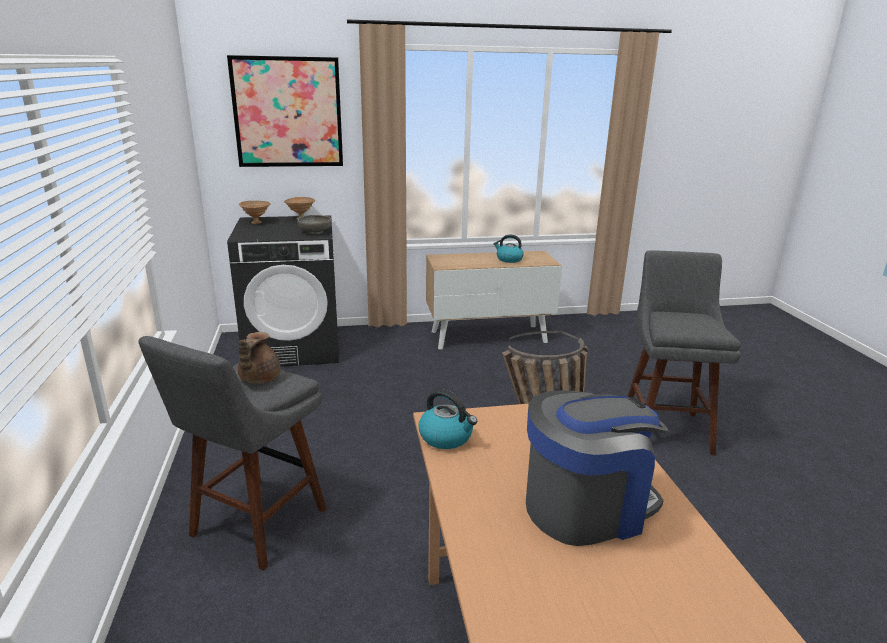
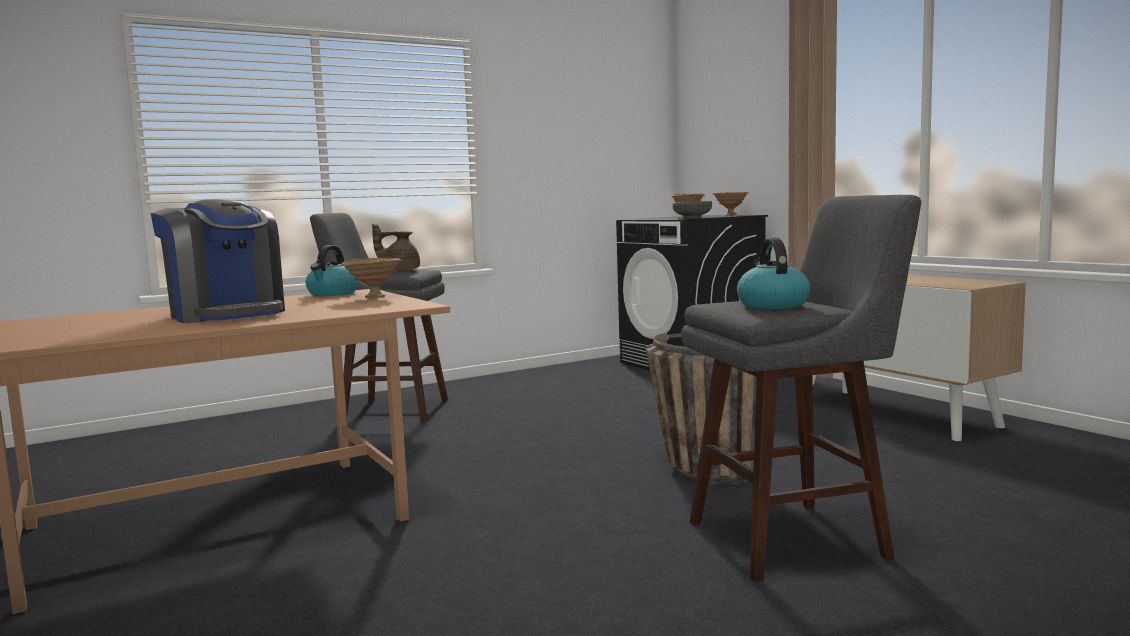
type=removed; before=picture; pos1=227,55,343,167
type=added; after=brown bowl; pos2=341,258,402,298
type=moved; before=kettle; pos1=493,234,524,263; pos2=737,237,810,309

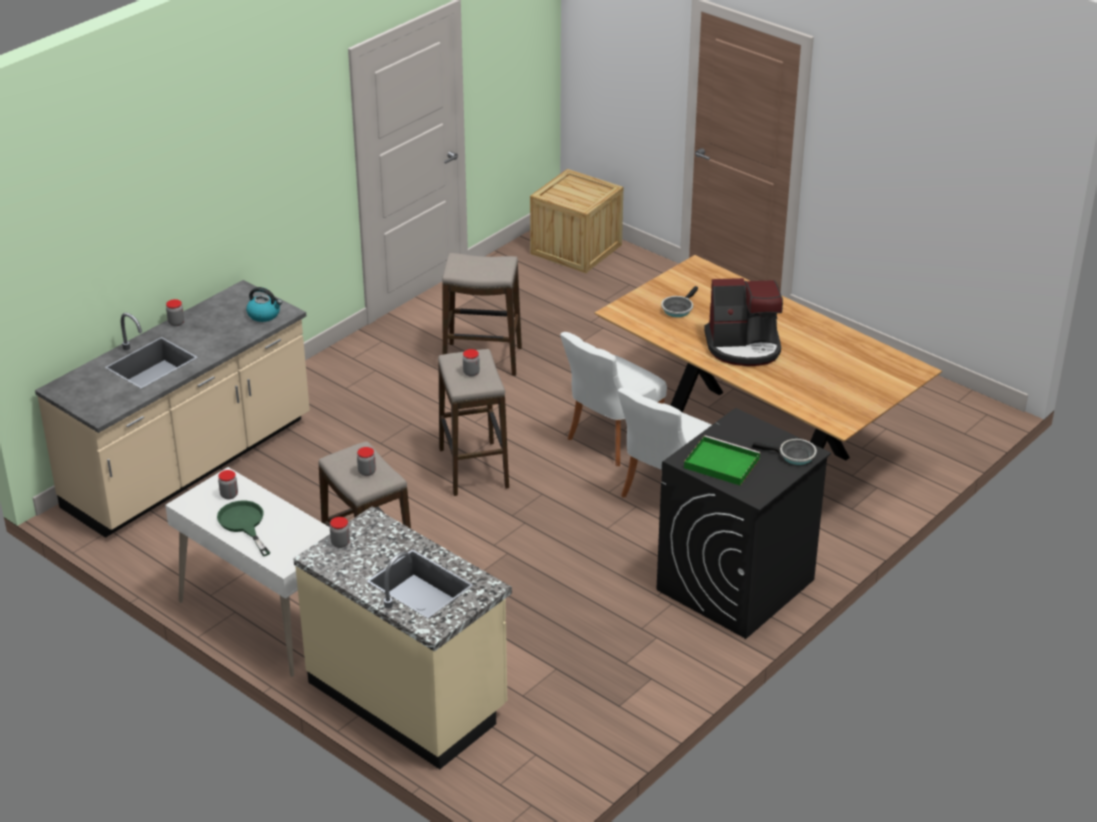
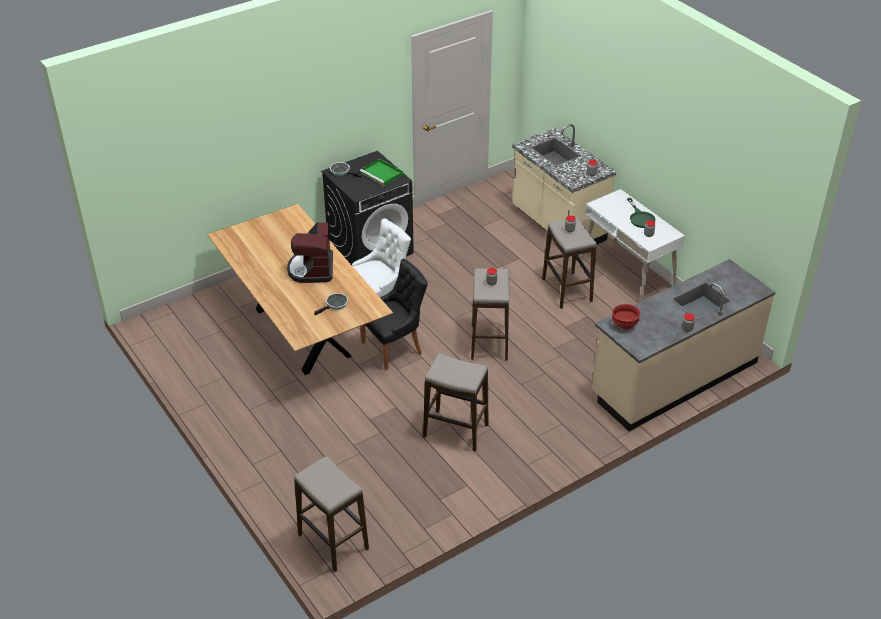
type=replaced; before=kettle; after=red bowl; pos1=246,287,282,322; pos2=612,304,640,330
type=replaced; before=crate; after=stool; pos1=530,169,623,273; pos2=294,456,369,572
type=recoloured; before=white chair; after=black chair; pos1=560,332,667,466; pos2=360,259,428,370
type=turned; before=coffee machine; pos1=704,278,783,366; pos2=287,222,333,283; turn=-105

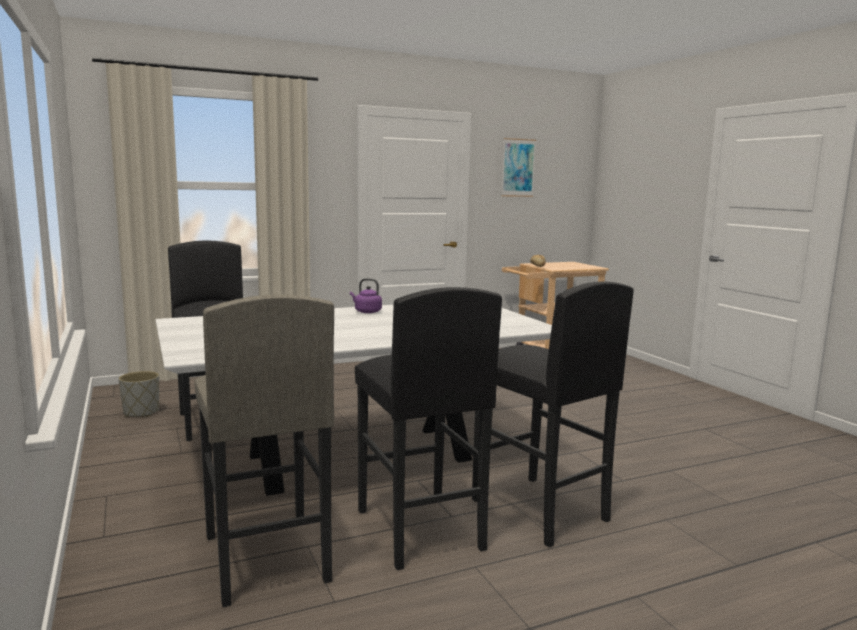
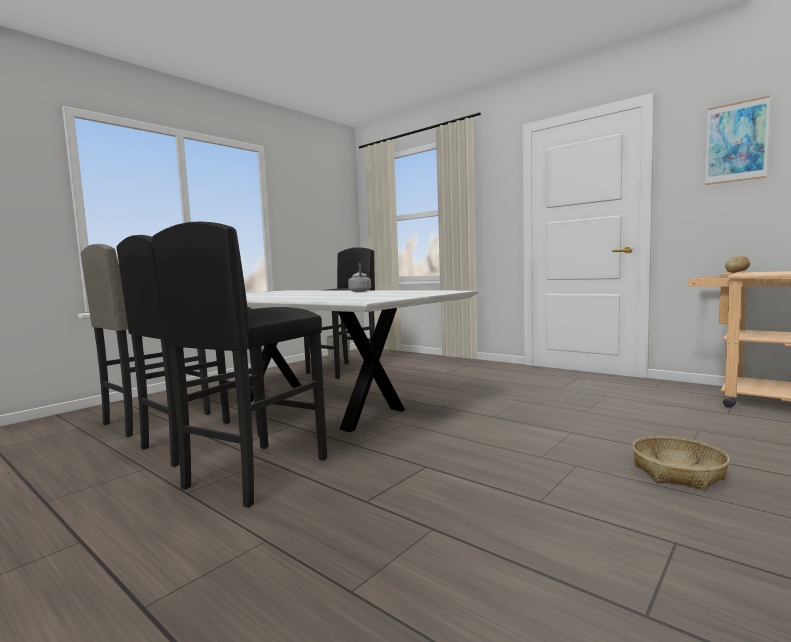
type=added; after=basket; pos2=632,436,730,490
type=recoloured; before=purple kettle; after=grey kettle; pos1=350,278,382,313; pos2=348,263,371,292

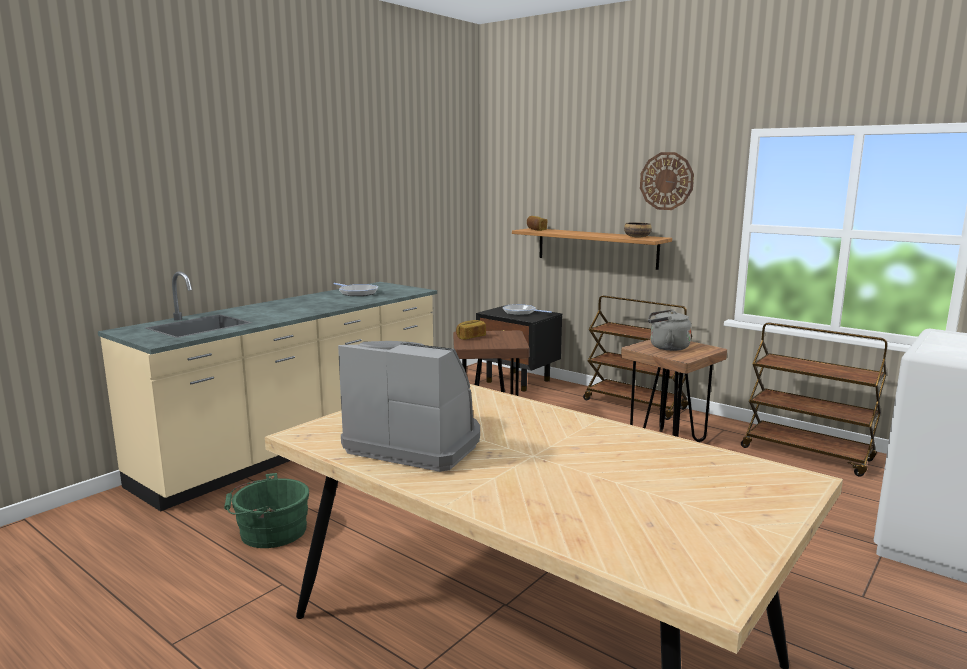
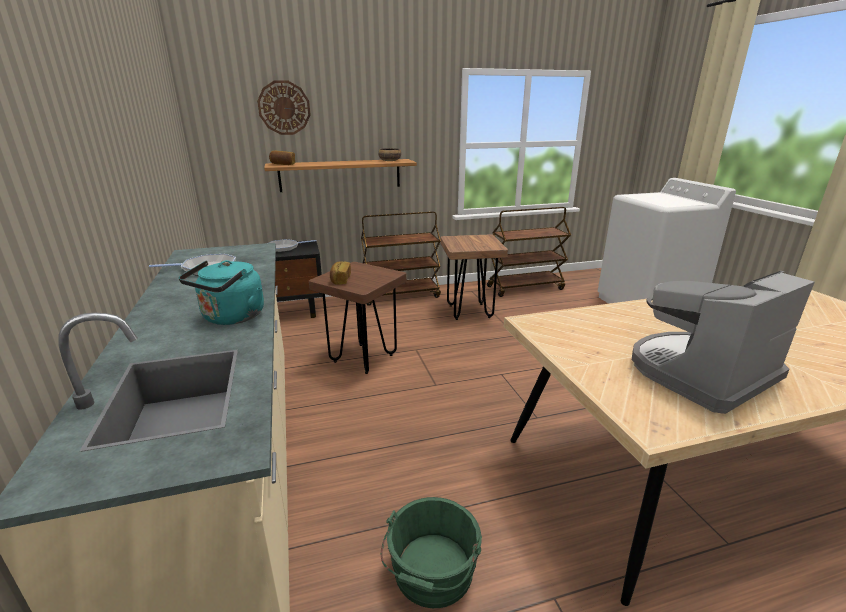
type=removed; before=grey kettle; pos1=648,309,692,351
type=added; after=turquoise kettle; pos2=179,260,264,325
type=moved; before=wall clock; pos1=640,152,694,210; pos2=257,80,311,135

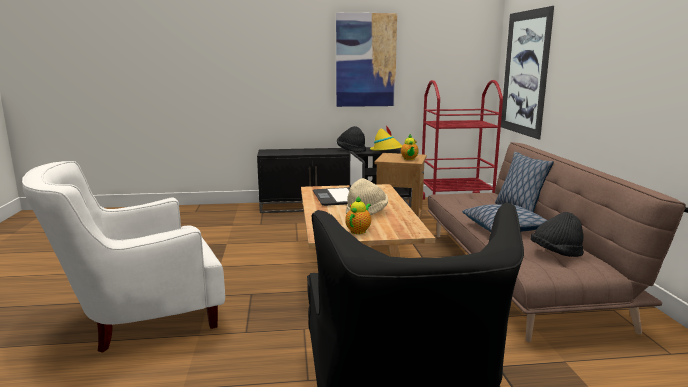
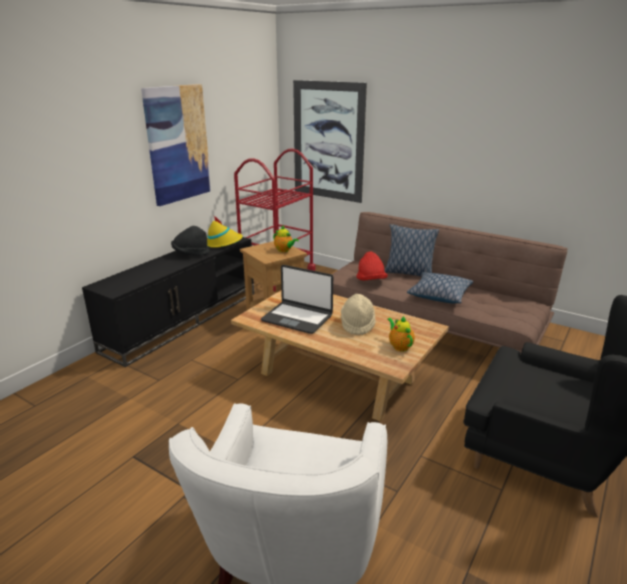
type=removed; before=black hat; pos1=530,212,584,257
type=added; after=red hat; pos2=356,252,388,280

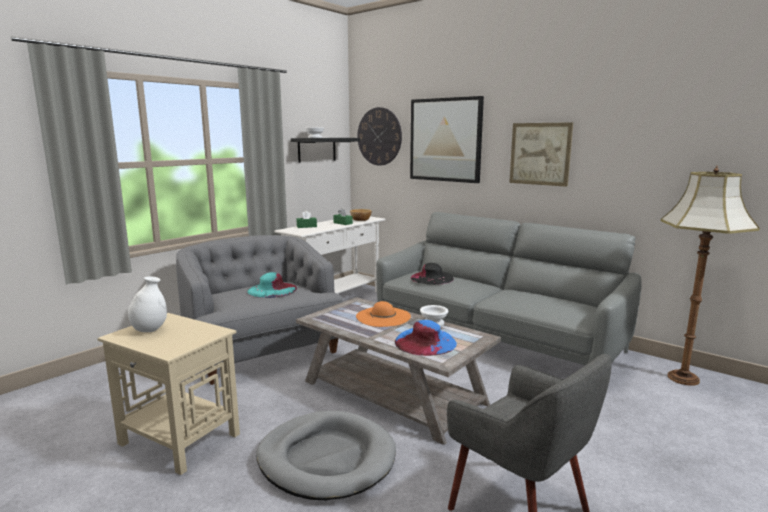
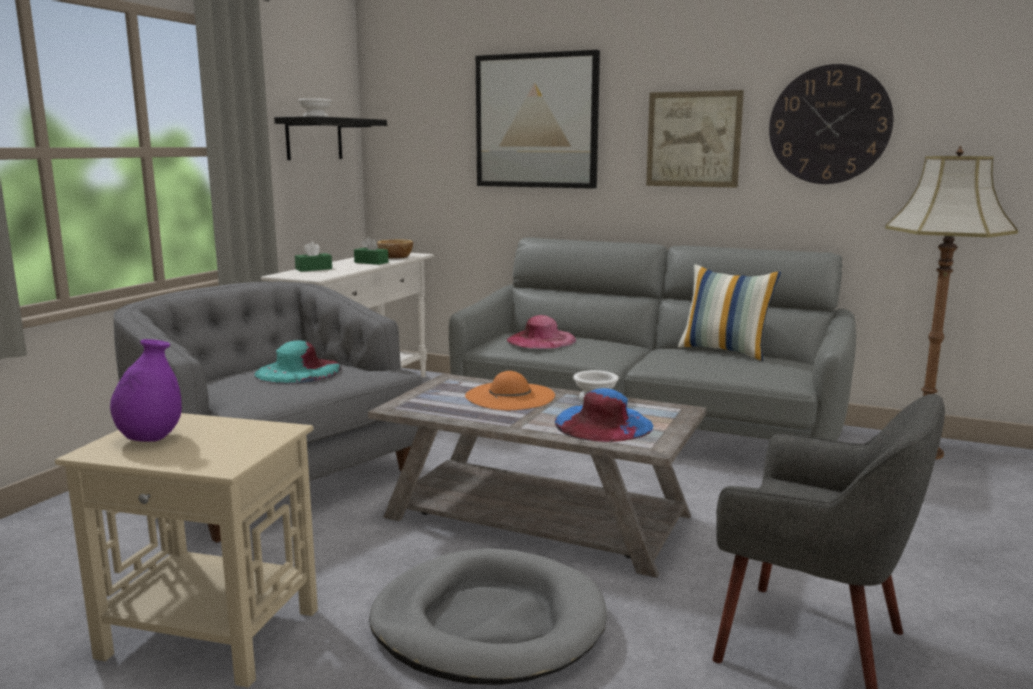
type=added; after=pillow; pos2=678,264,781,361
type=moved; before=wall clock; pos1=357,107,402,166; pos2=769,64,893,184
type=recoloured; before=white vase; after=purple vase; pos1=128,277,167,332; pos2=110,339,182,442
type=recoloured; before=black hat; after=pink hat; pos1=411,263,454,285; pos2=507,315,576,349

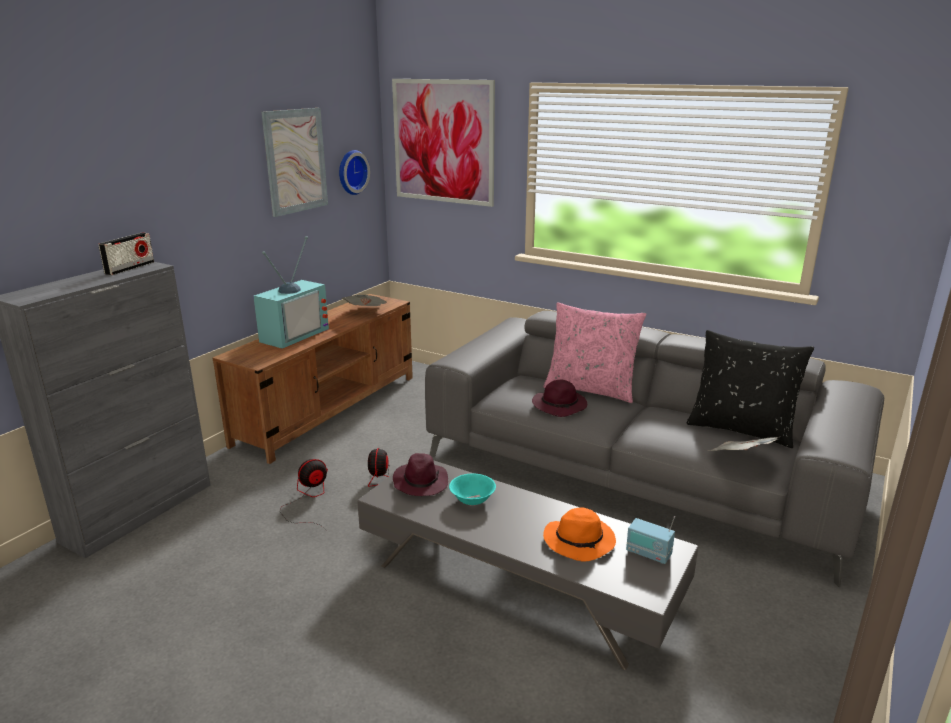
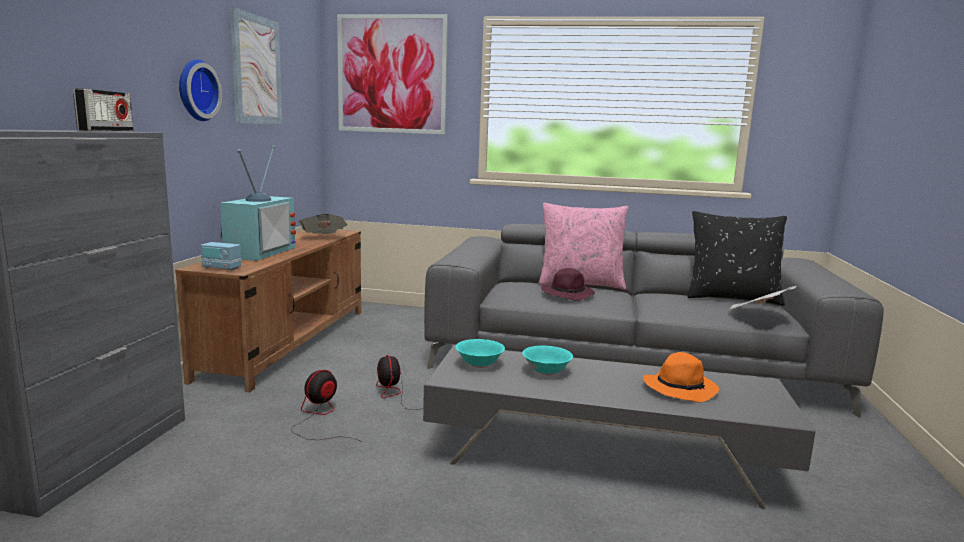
type=moved; before=wall clock; pos1=339,150,370,195; pos2=179,60,222,121
type=moved; before=radio; pos1=626,516,675,564; pos2=201,229,241,270
type=replaced; before=purple hat; after=turquoise bowl; pos1=393,453,448,496; pos2=455,339,505,368

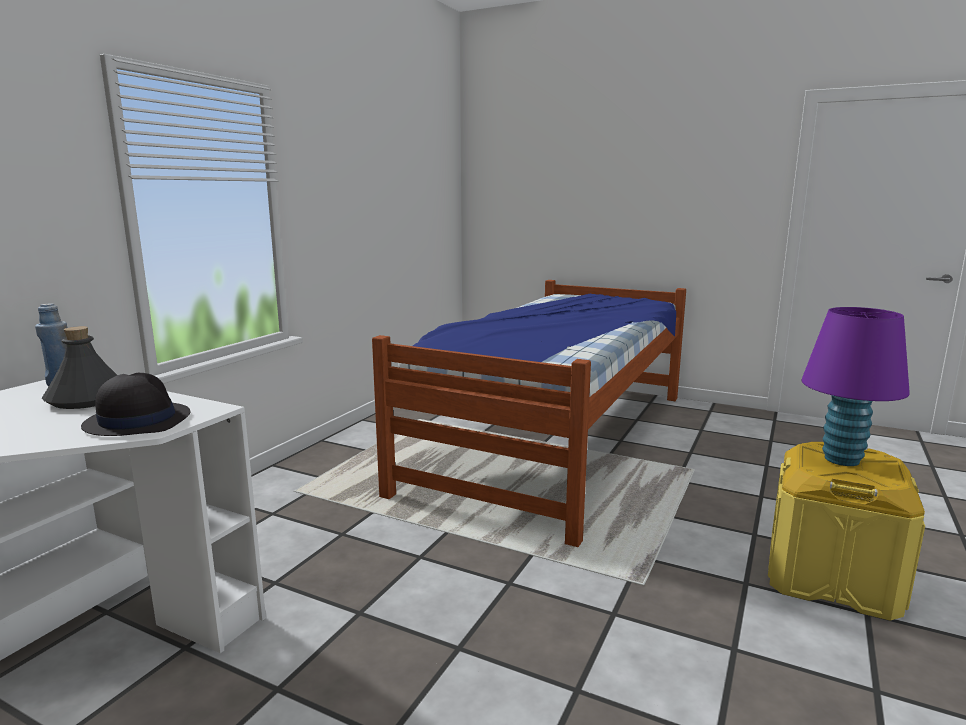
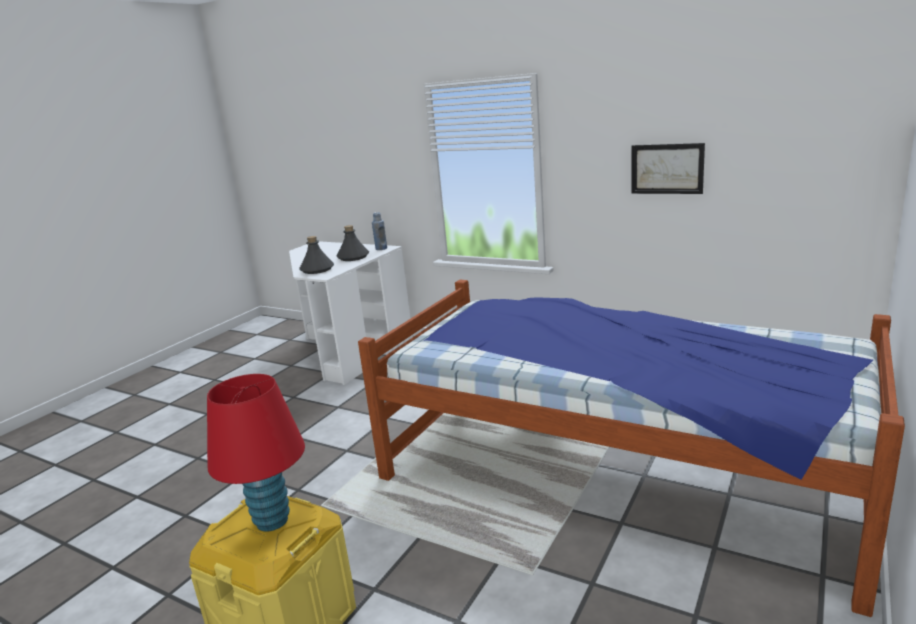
type=added; after=picture; pos2=631,143,705,194
type=replaced; before=black hat; after=grey bottle; pos1=81,373,190,436; pos2=299,236,334,274
type=recoloured; before=purple table lamp; after=red table lamp; pos1=802,307,910,466; pos2=207,374,305,532

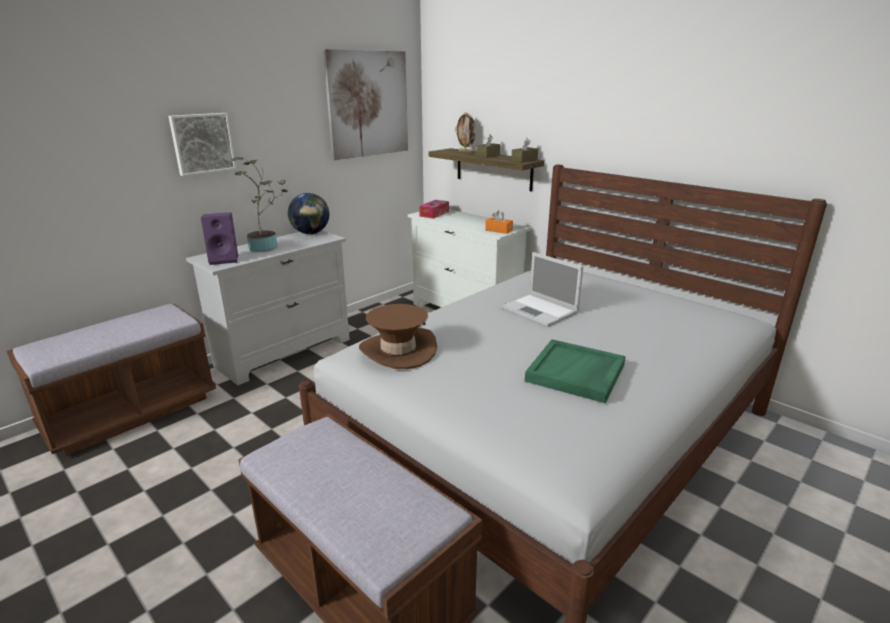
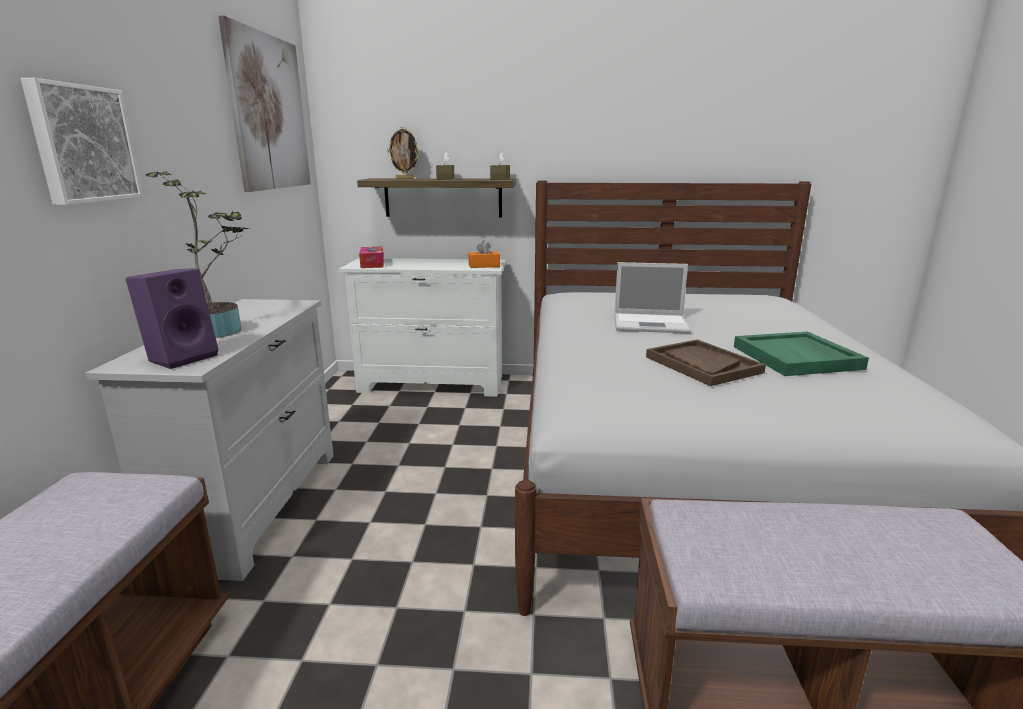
type=removed; before=globe; pos1=288,193,329,234
type=removed; before=brown hat; pos1=359,304,437,369
type=added; after=brown tray; pos2=646,339,766,386

